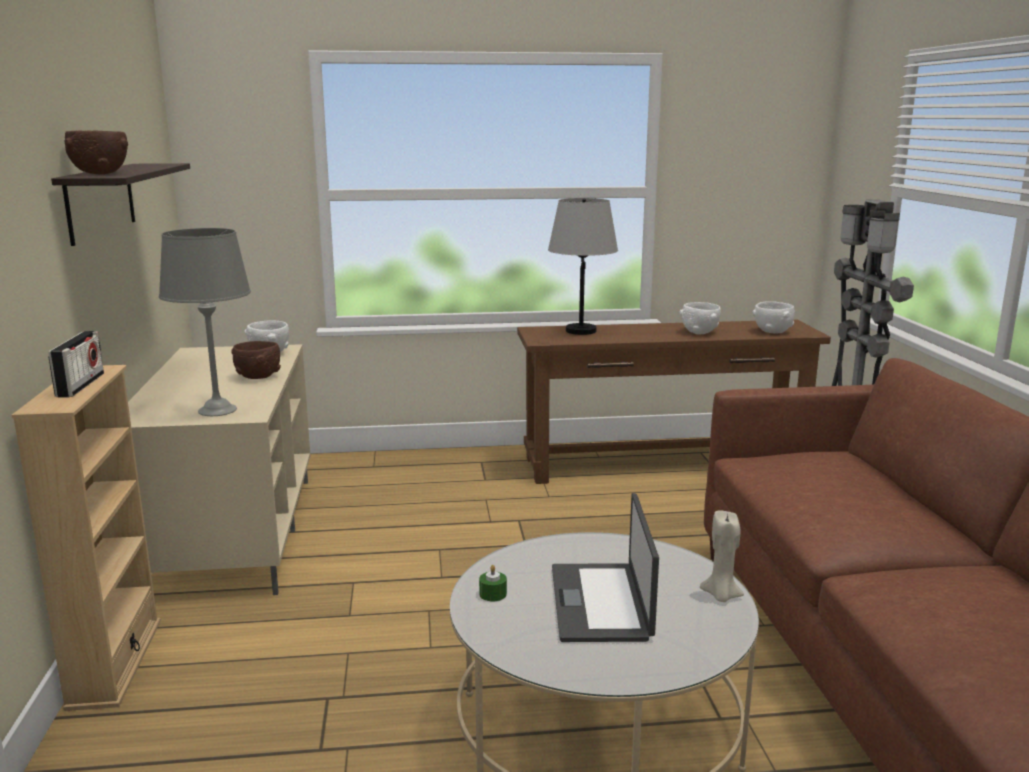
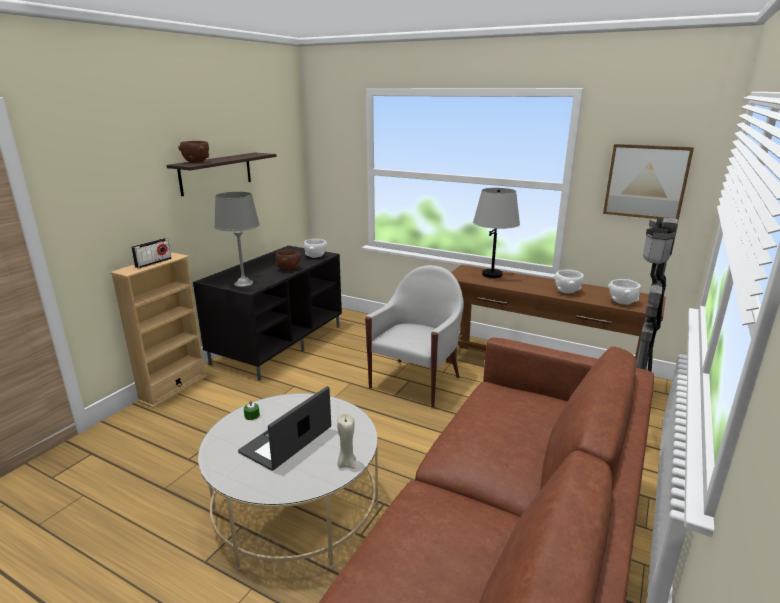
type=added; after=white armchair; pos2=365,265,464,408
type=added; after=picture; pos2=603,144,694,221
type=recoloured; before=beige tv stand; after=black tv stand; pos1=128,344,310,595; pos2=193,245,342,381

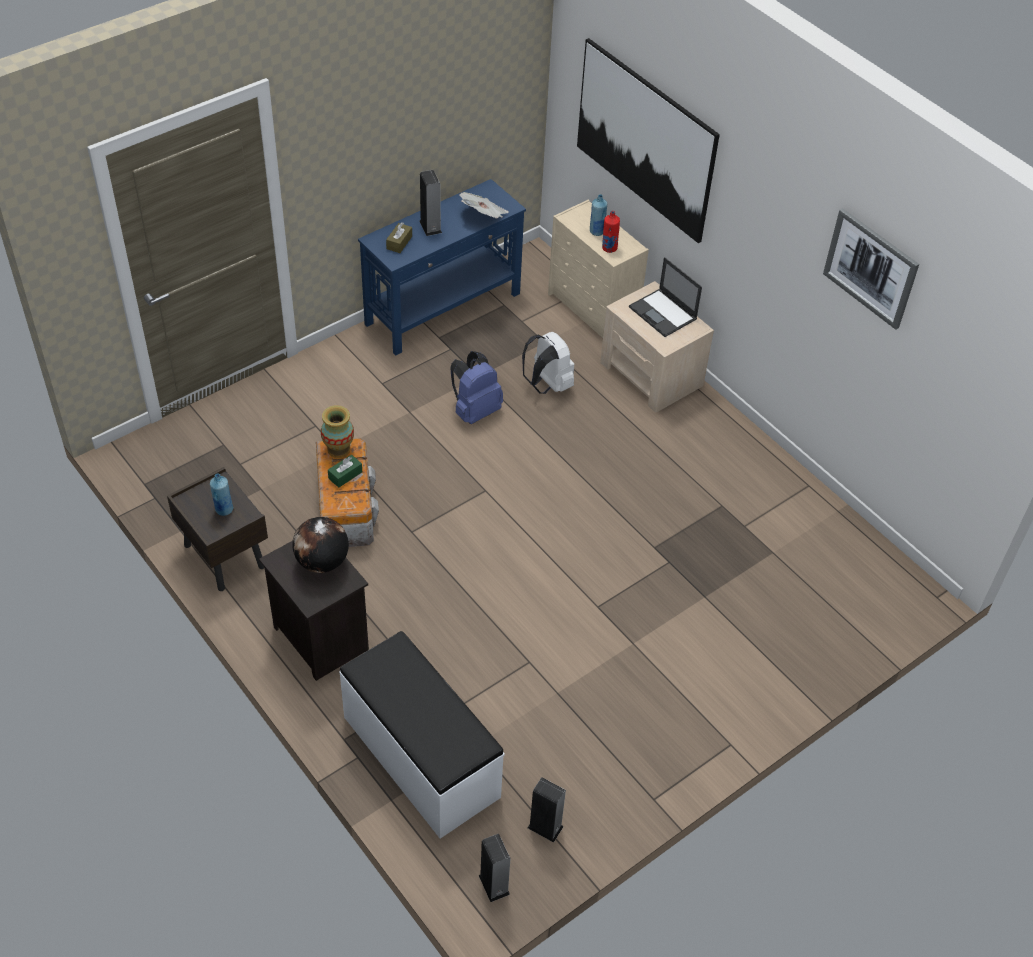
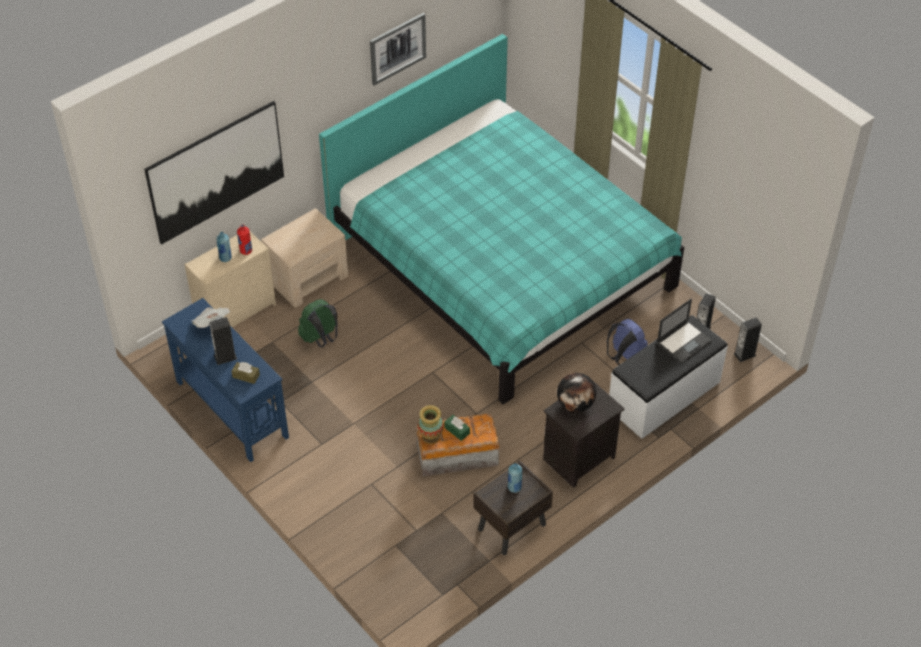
type=added; after=turquoise bed; pos2=319,34,684,405
type=moved; before=blue backpack; pos1=450,351,503,424; pos2=607,319,648,365
type=moved; before=laptop; pos1=629,257,702,337; pos2=657,298,712,363
type=recoloured; before=white backpack; after=green backpack; pos1=522,332,574,394; pos2=298,299,338,347

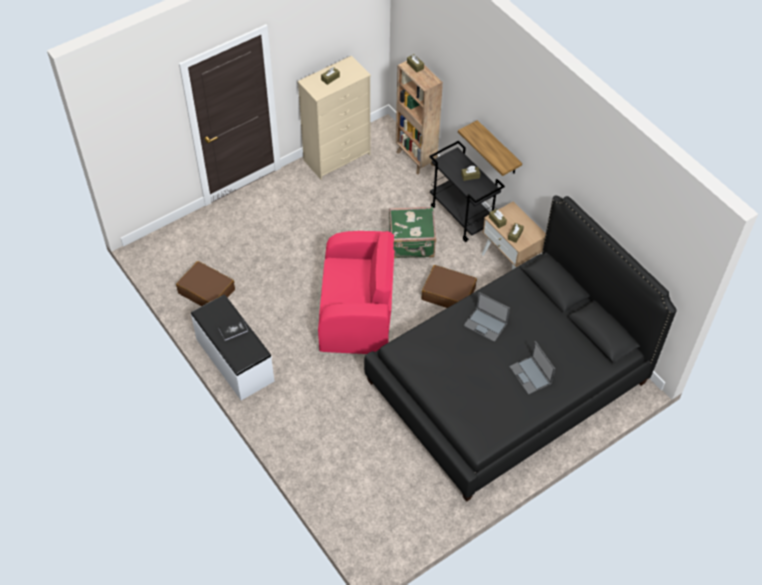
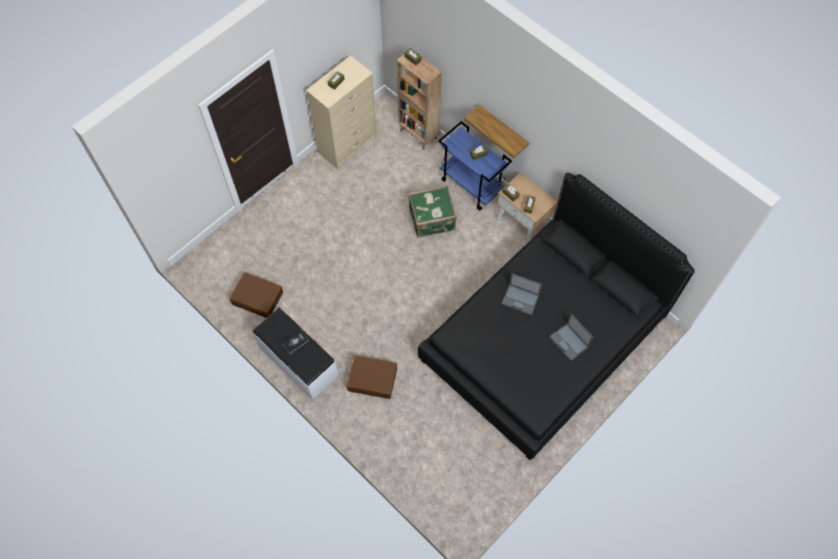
type=removed; before=pink armchair; pos1=318,231,394,354
type=moved; before=brown suitcase; pos1=421,265,477,308; pos2=347,355,397,399
type=recoloured; before=black cart; after=blue cart; pos1=429,141,505,242; pos2=438,121,512,211

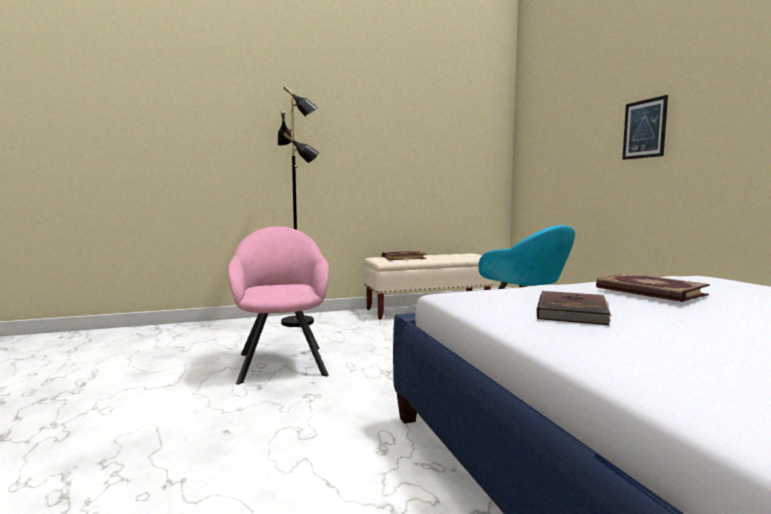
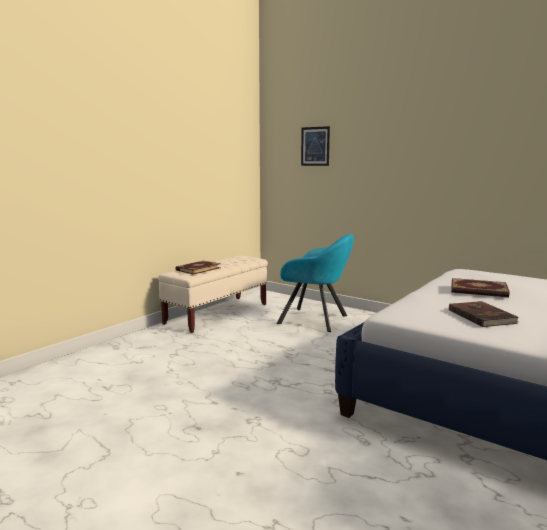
type=removed; before=pink armchair; pos1=228,226,329,385
type=removed; before=black floor lamp; pos1=278,86,319,327
type=moved; before=picture; pos1=622,95,668,160; pos2=301,126,330,166

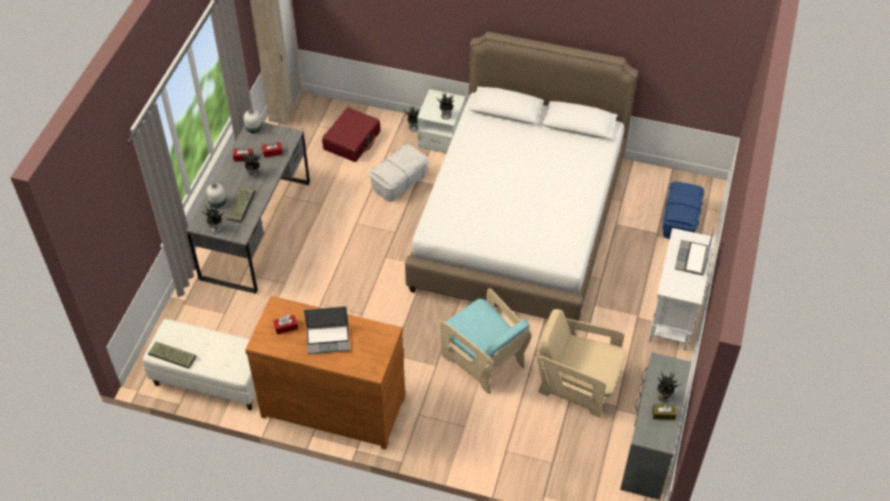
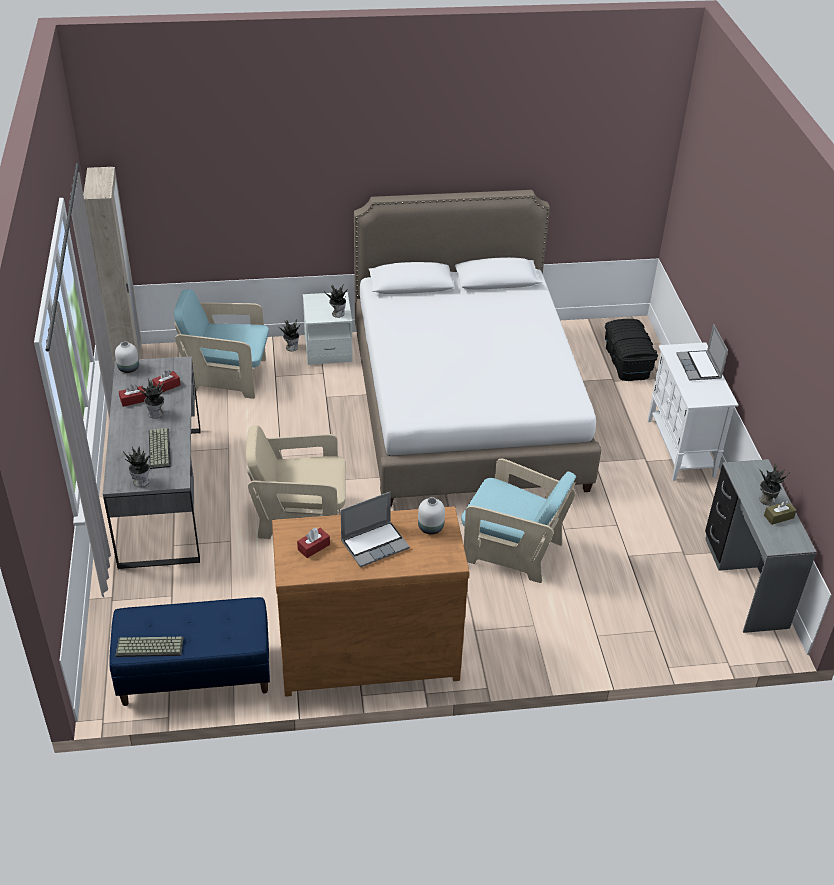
type=removed; before=white storage box; pos1=369,145,429,202
type=moved; before=white vase; pos1=206,183,226,207; pos2=418,497,445,534
type=moved; before=beige armchair; pos1=537,309,626,418; pos2=246,426,346,539
type=replaced; before=red suitcase; after=turquoise armchair; pos1=322,107,380,162; pos2=174,289,269,399
type=recoloured; before=white bench; after=blue bench; pos1=142,319,256,410; pos2=110,597,270,706
type=recoloured; before=blue storage box; after=black storage box; pos1=663,182,704,240; pos2=605,319,658,381

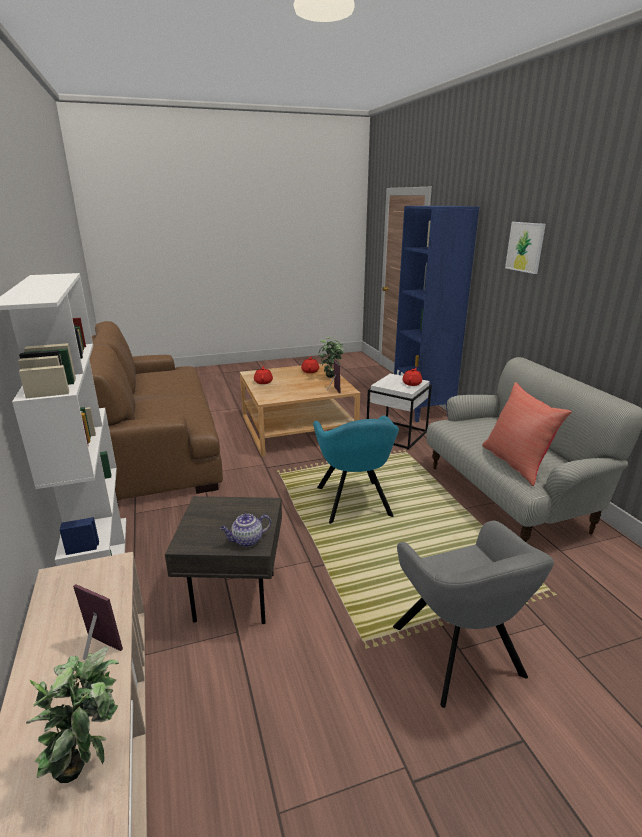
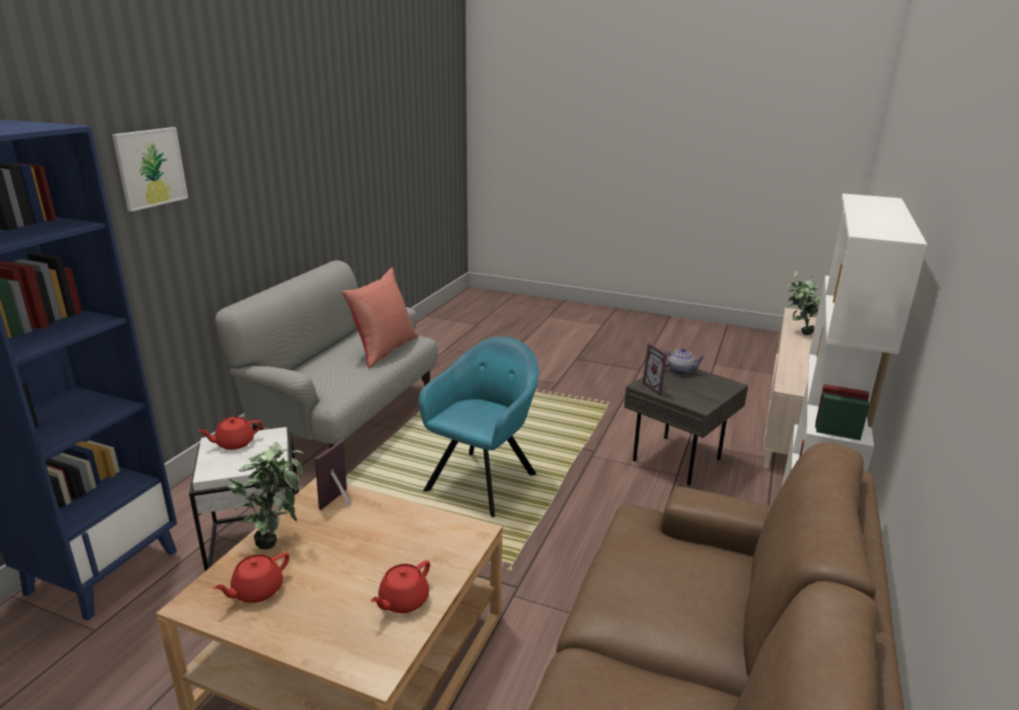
type=removed; before=grey armchair; pos1=393,521,554,708
type=moved; before=picture frame; pos1=73,584,123,660; pos2=643,343,667,396

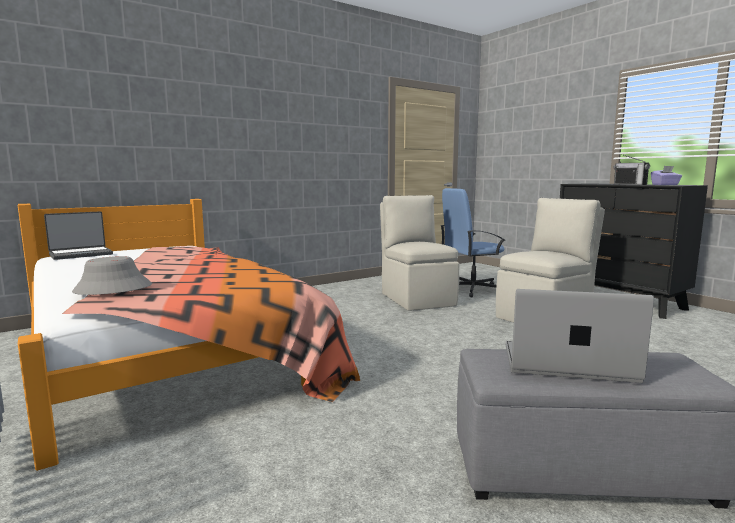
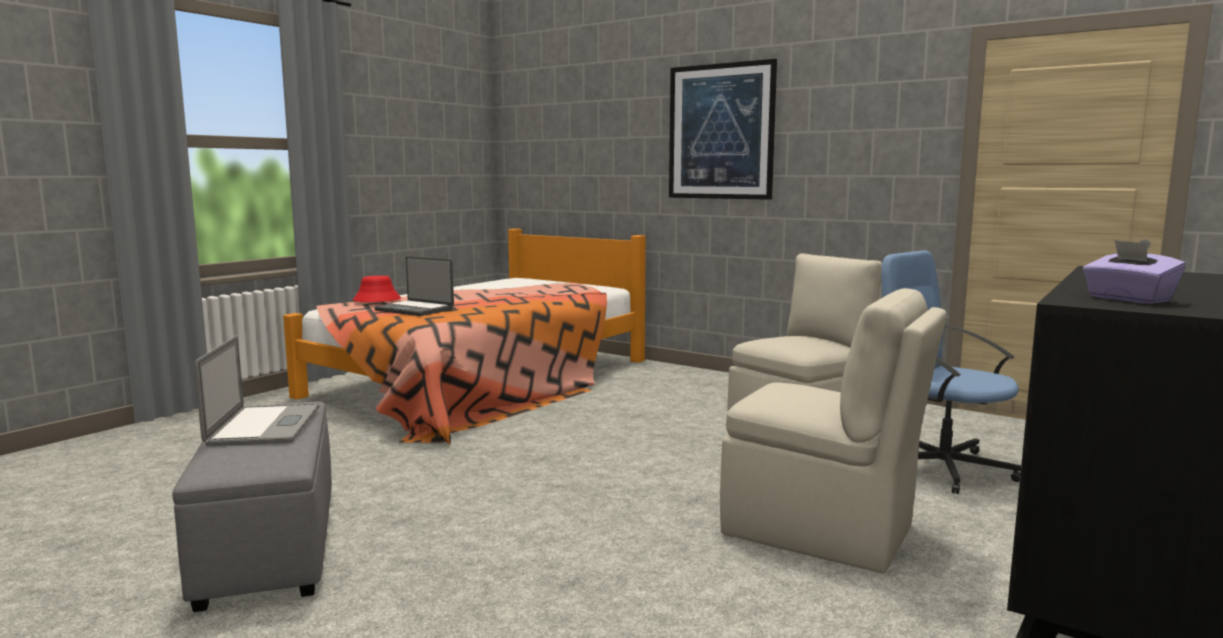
type=removed; before=radio; pos1=614,154,650,185
type=added; after=picture; pos2=669,59,777,200
type=moved; before=laptop; pos1=44,211,113,260; pos2=374,256,454,316
type=recoloured; before=grey hat; after=red hat; pos1=72,256,152,295; pos2=353,276,401,302

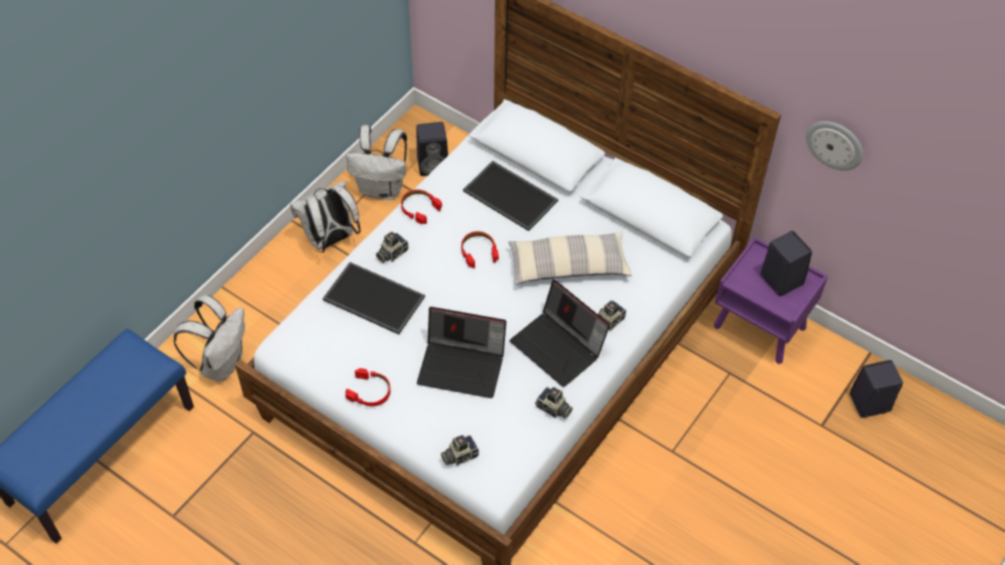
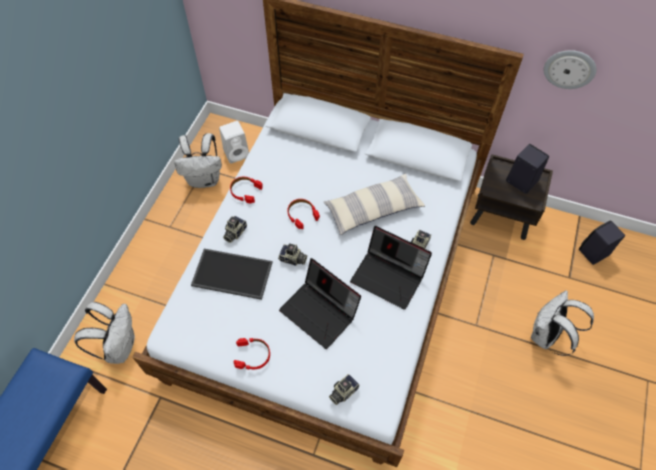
type=removed; before=tray; pos1=463,161,558,231
type=moved; before=white backpack; pos1=290,180,361,253; pos2=531,290,594,356
type=moved; before=photo camera; pos1=535,387,573,419; pos2=278,243,307,266
type=recoloured; before=black speaker; after=white speaker; pos1=416,122,448,176; pos2=219,121,249,164
type=recoloured; before=purple nightstand; after=brown nightstand; pos1=714,237,828,364; pos2=470,154,553,240
type=turned; before=laptop; pos1=417,307,506,398; pos2=279,258,361,349; turn=45

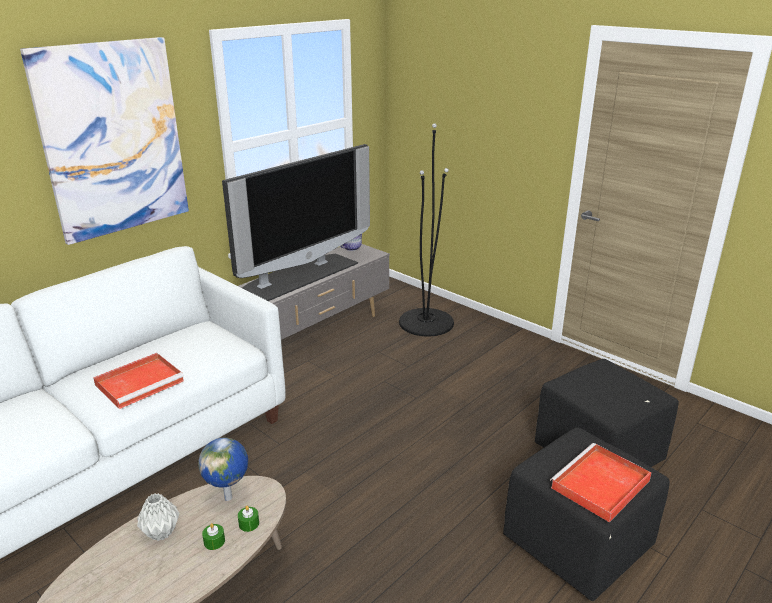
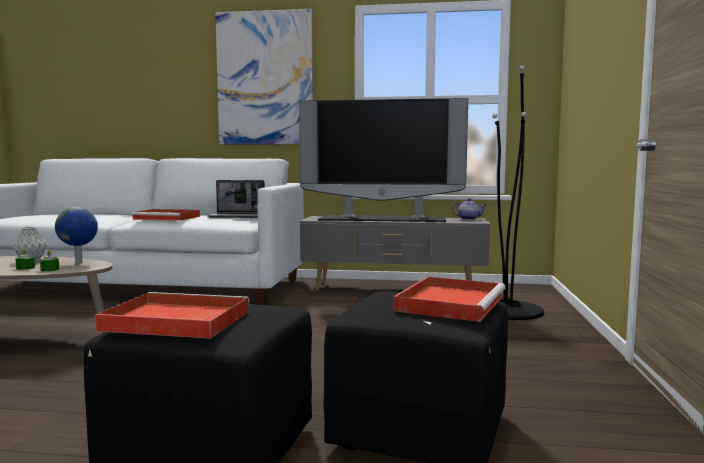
type=added; after=laptop; pos2=207,180,265,218
type=added; after=red tray; pos2=393,277,505,322

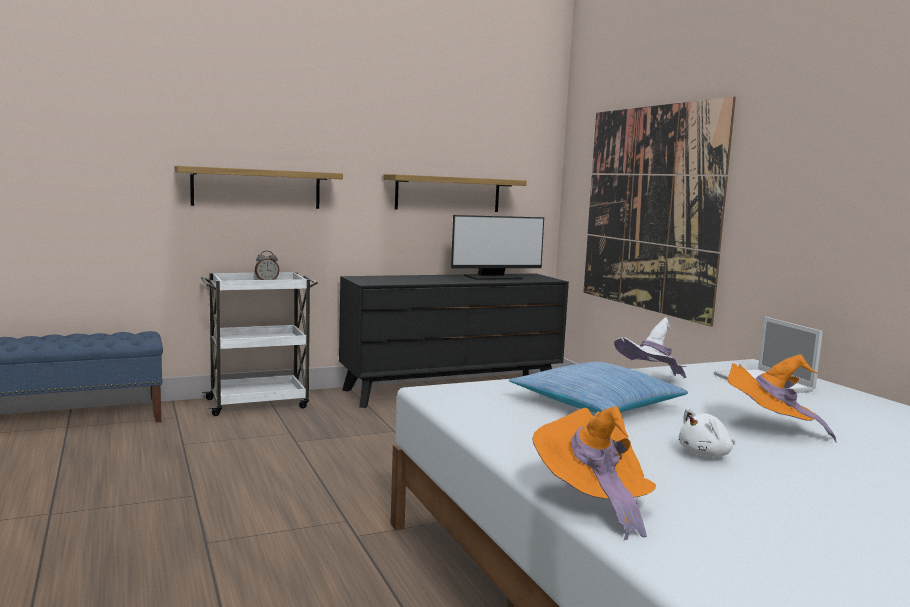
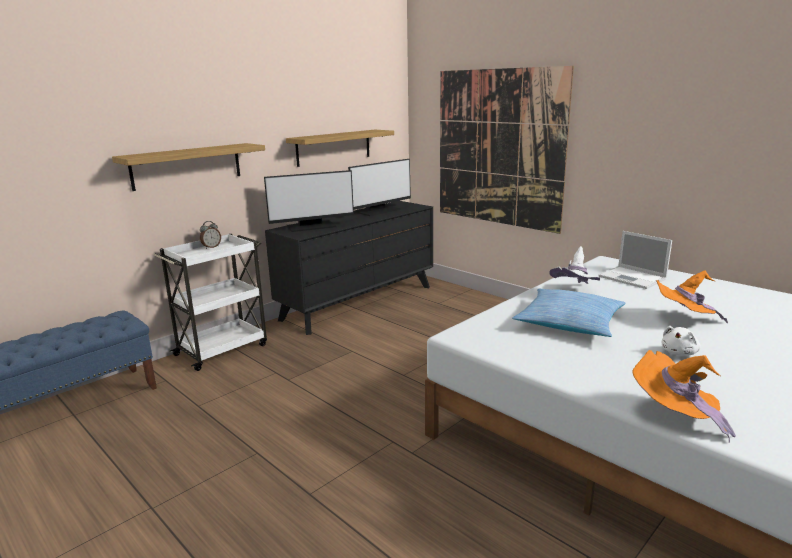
type=added; after=monitor; pos2=264,170,354,232

